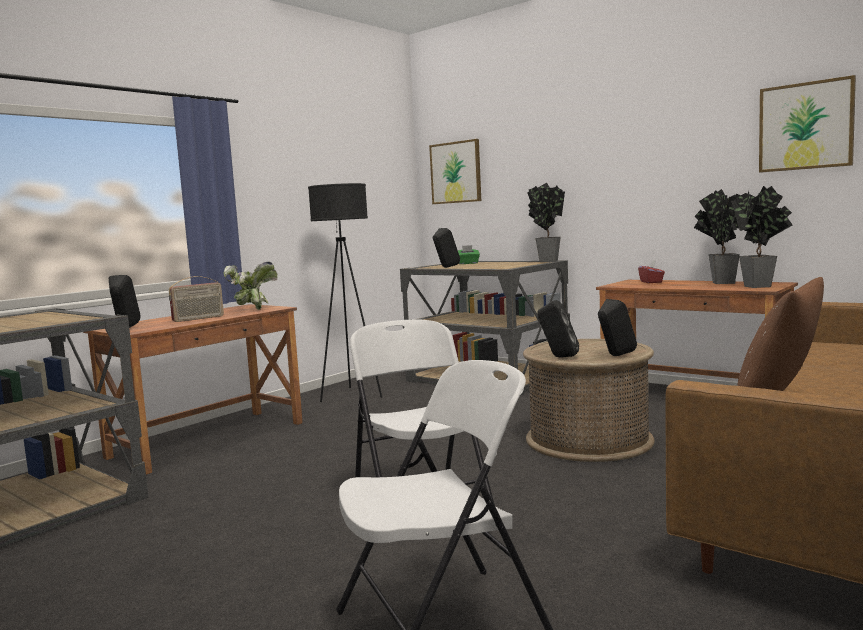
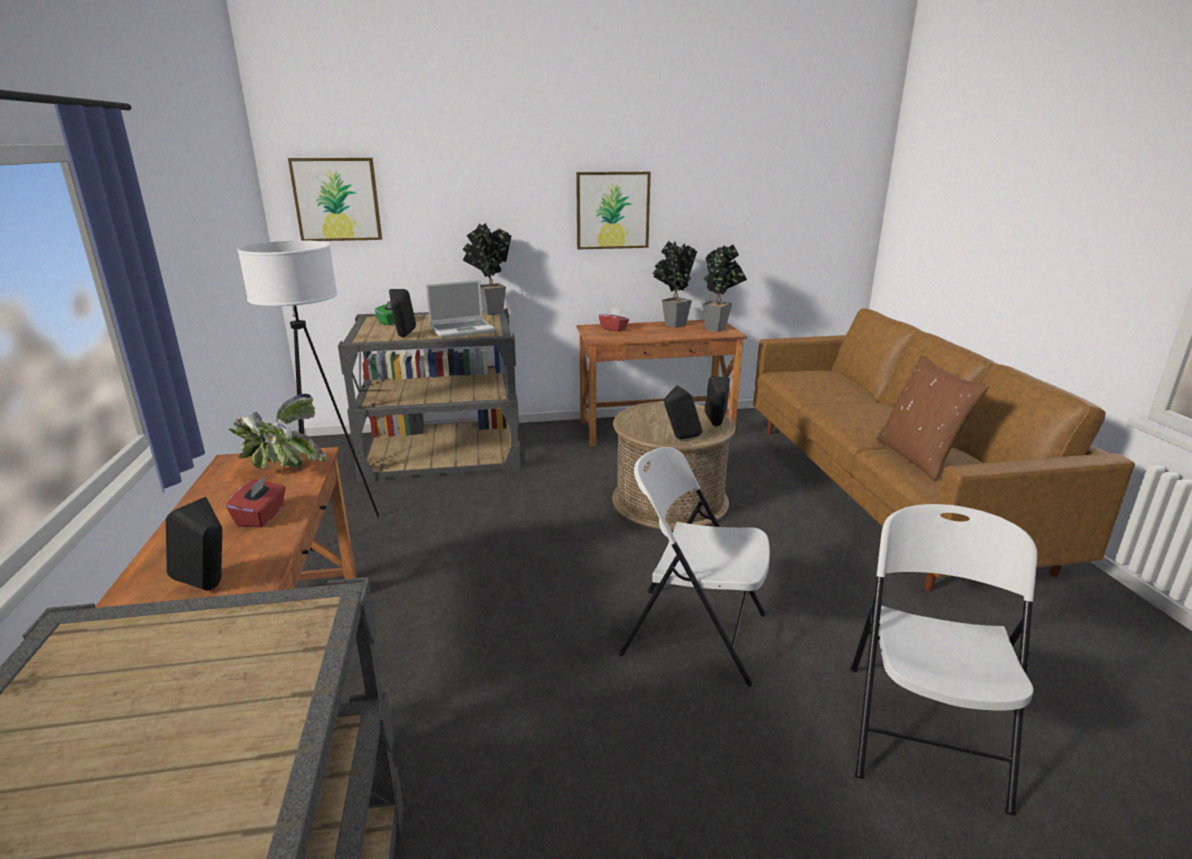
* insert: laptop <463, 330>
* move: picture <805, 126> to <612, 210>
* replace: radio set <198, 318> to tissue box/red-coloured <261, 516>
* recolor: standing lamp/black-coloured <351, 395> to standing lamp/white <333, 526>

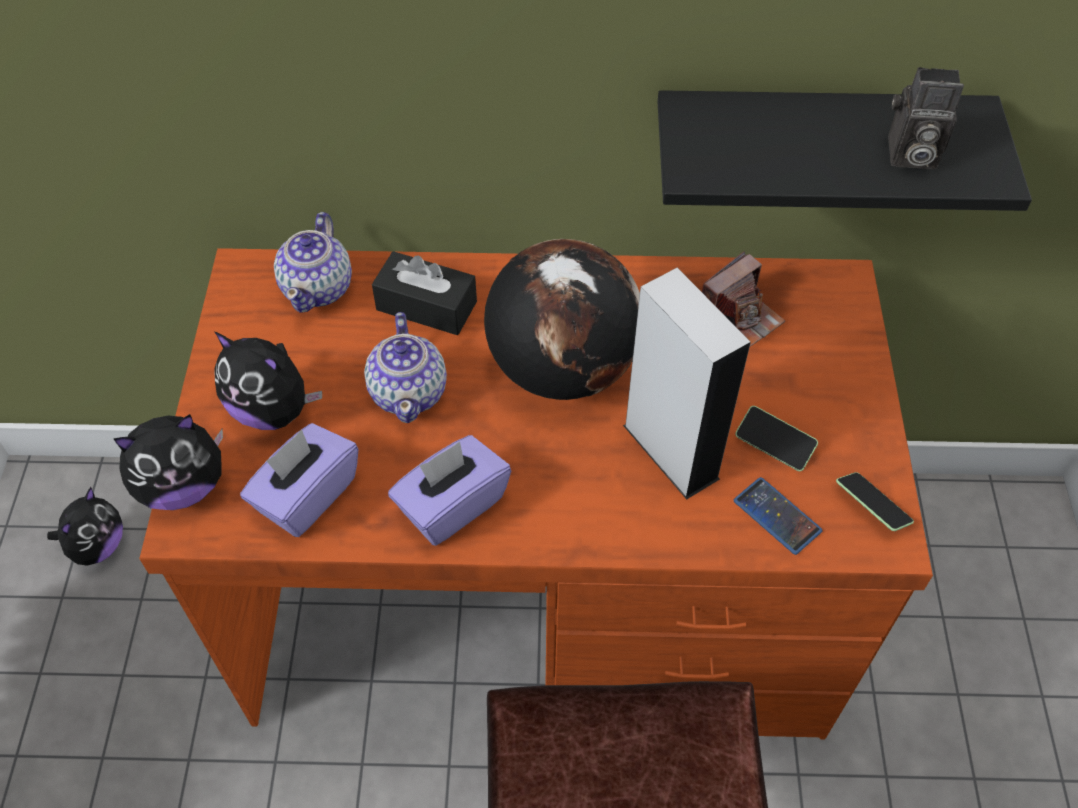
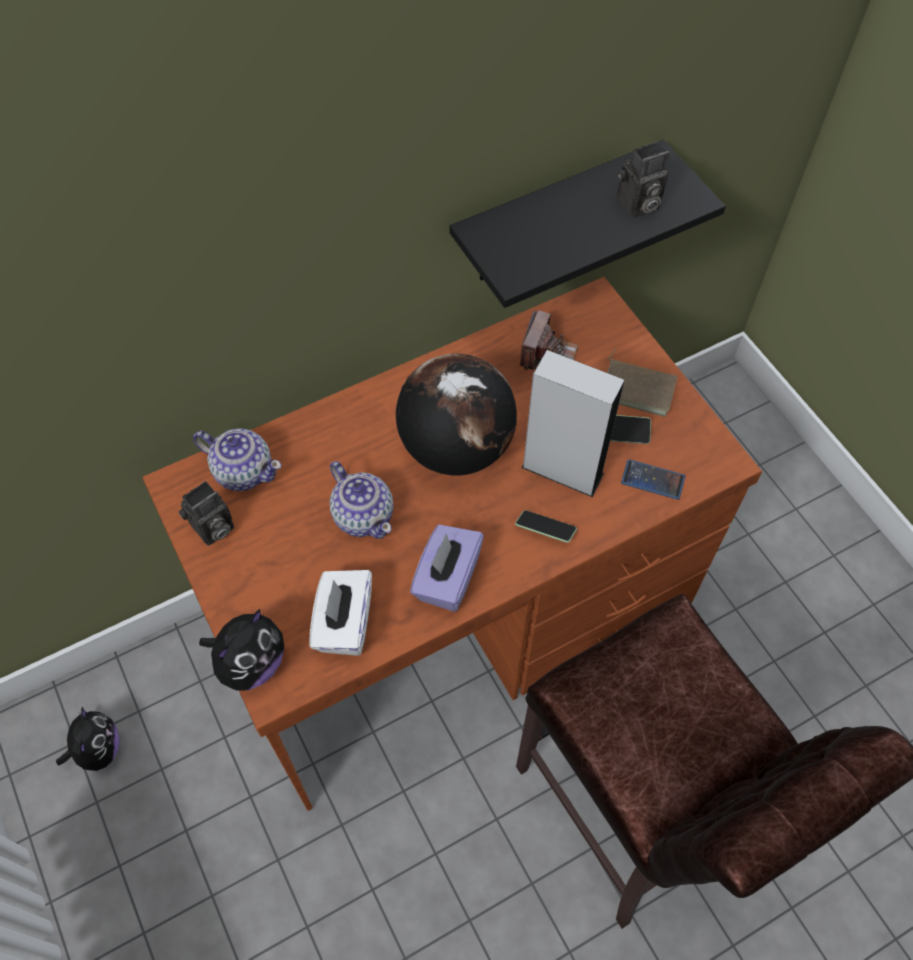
* delete: plush toy <273, 410>
* delete: tissue box/black-coloured <426, 306>
* insert: photo camera <212, 529>
* insert: volume/brown-coloured <638, 388>
* move: telephone <871, 507> to <545, 530>
* recolor: tissue box/purple <306, 495> to tissue box/white <344, 623>
* rotate: teapot <318, 288> = <243, 470> 45 degrees counterclockwise

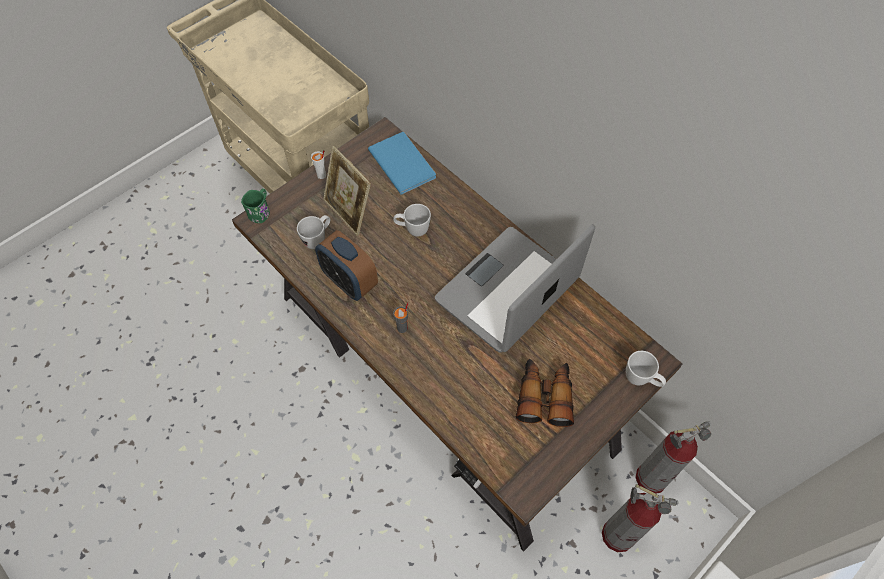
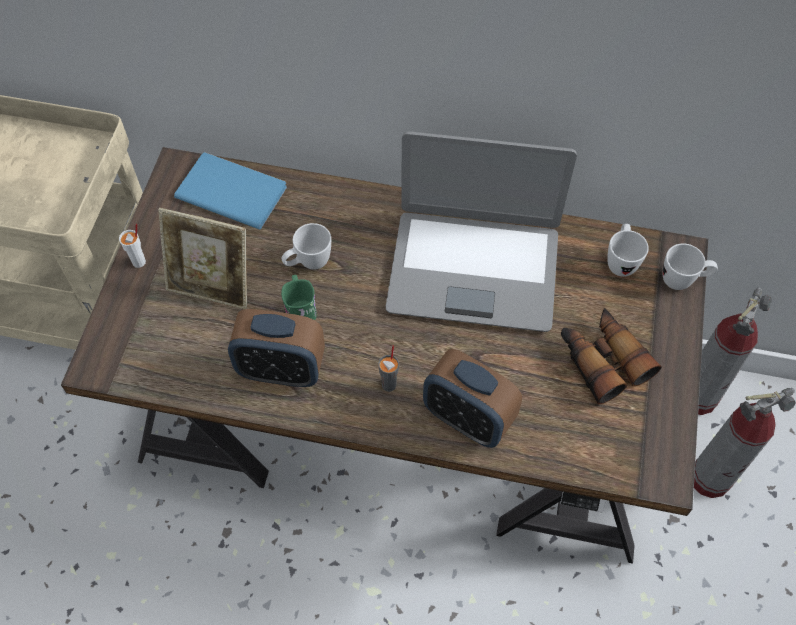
* insert: table clock <468, 418>
* move: mug/greenish <261, 211> to <300, 308>
* move: mug/white <318, 239> to <620, 261>
* rotate: laptop <508, 291> = <473, 269> 90 degrees counterclockwise

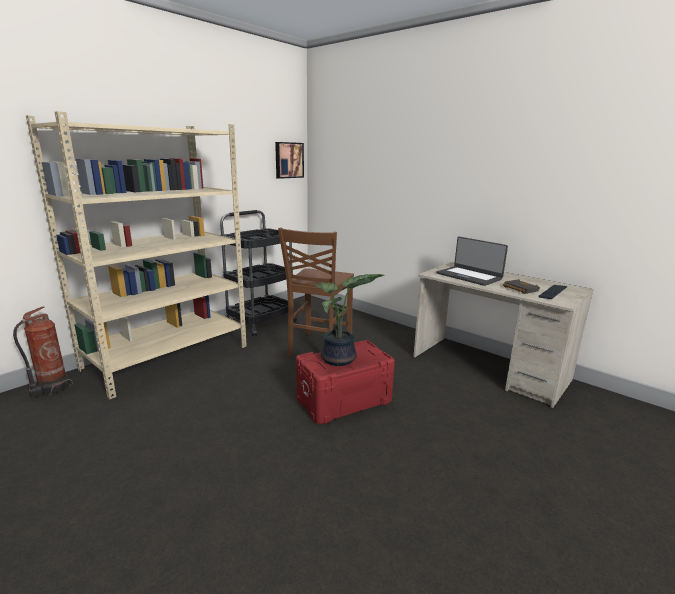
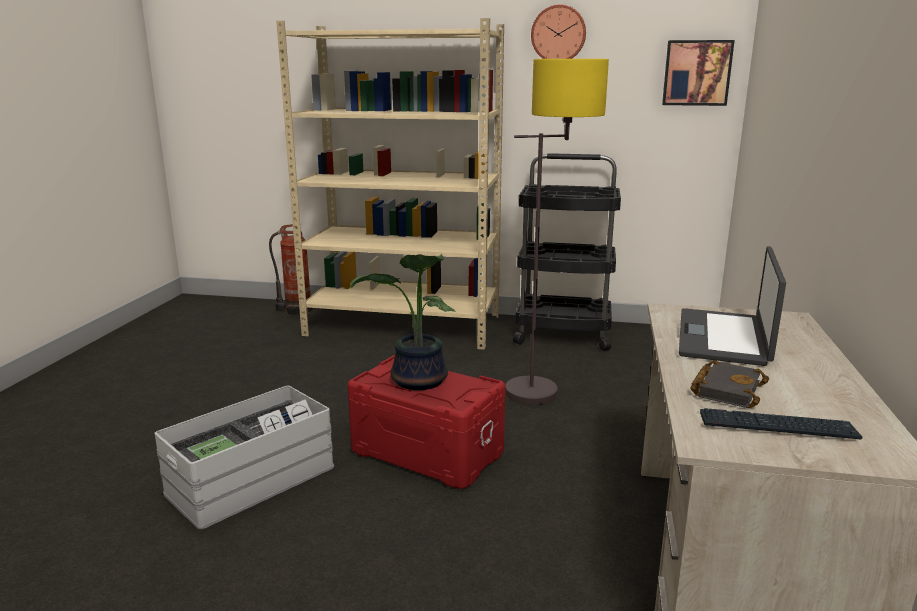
* insert: storage container/greyish <251, 478>
* insert: clock on the wall <558, 34>
* replace: upright chair/brown-coloured <318, 348> to standing lamp/yellow-coloured <546, 391>

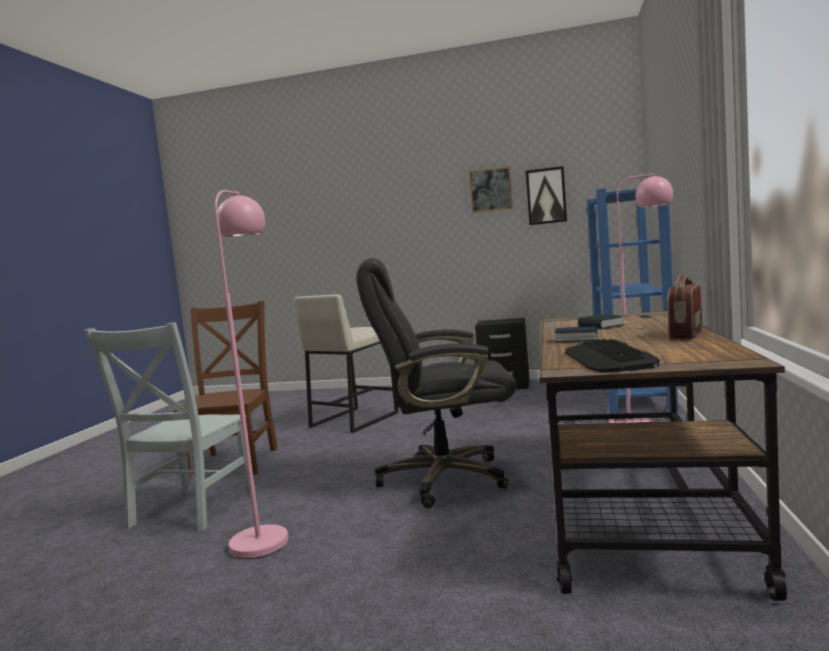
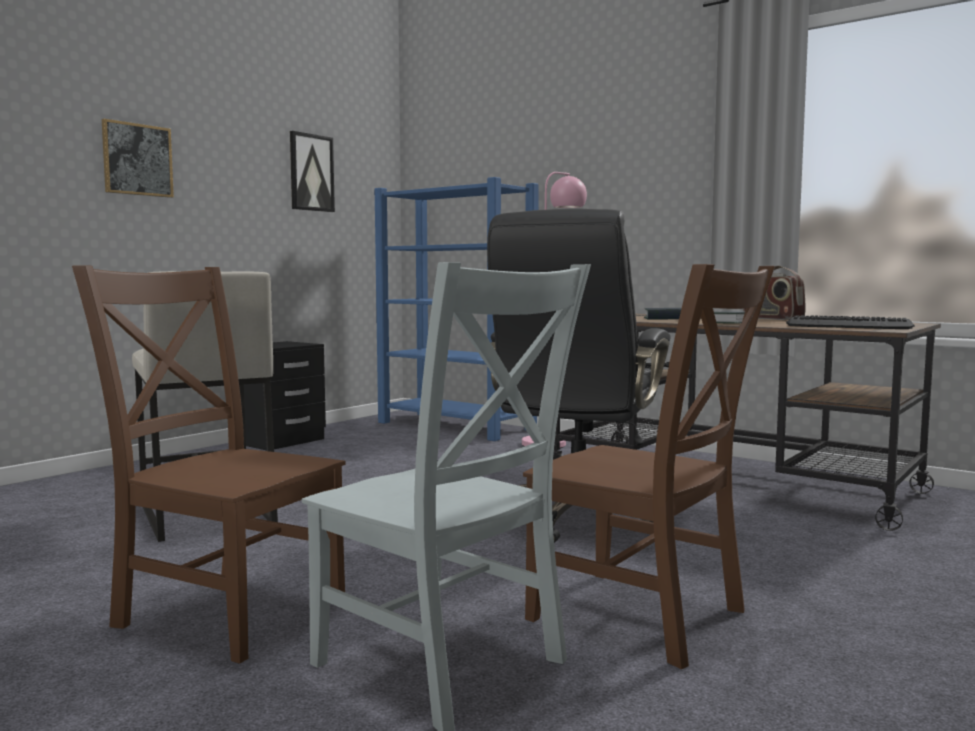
* move: picture <491, 190> to <137, 159>
* replace: standing lamp/pink <267, 536> to upright chair/brown-coloured <644, 618>

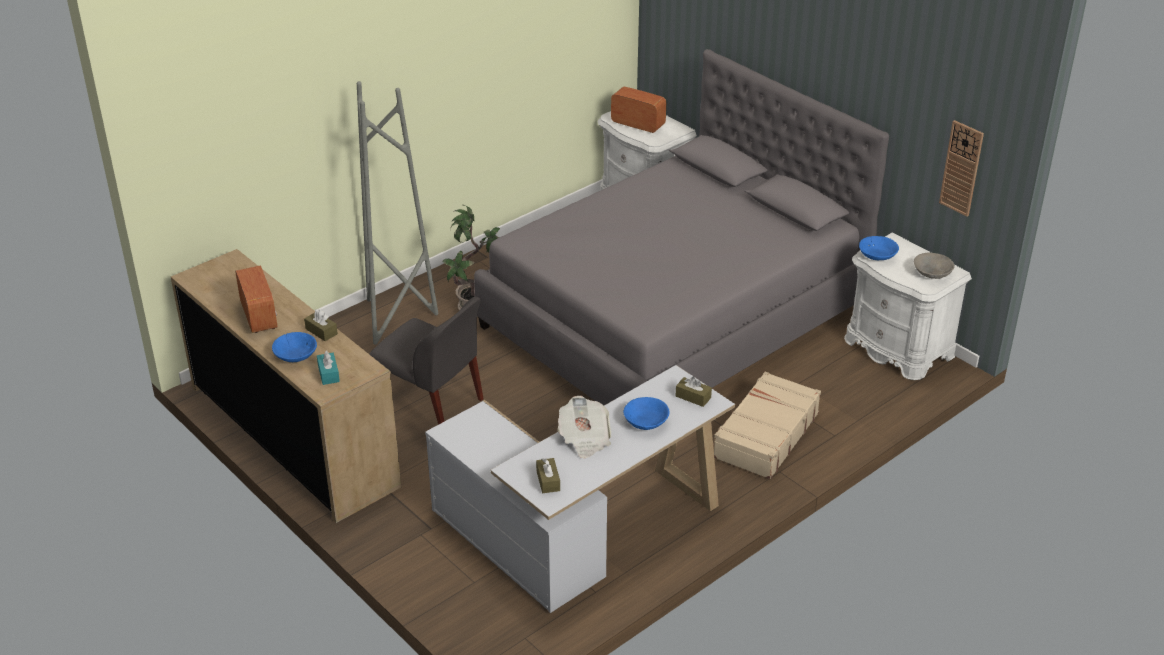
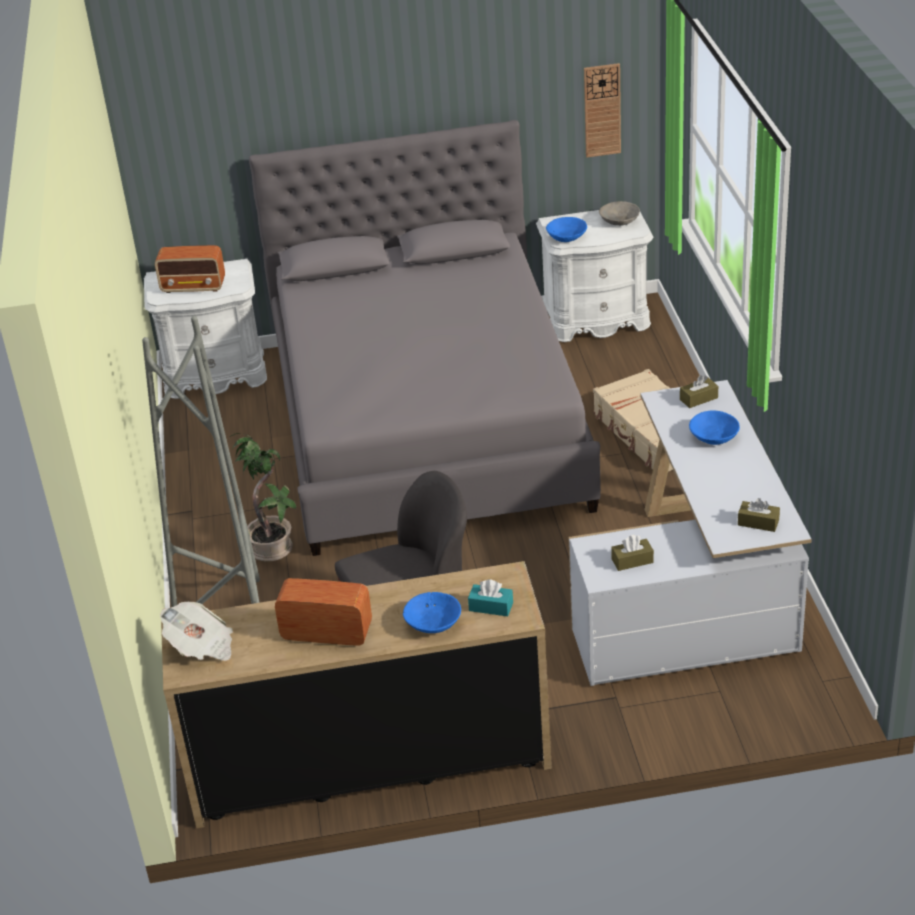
* move: tissue box/brown-coloured <321, 331> to <632, 561>
* move: daily paper <584, 439> to <201, 647>
* rotate: radio set <637, 124> = <194, 287> 150 degrees counterclockwise

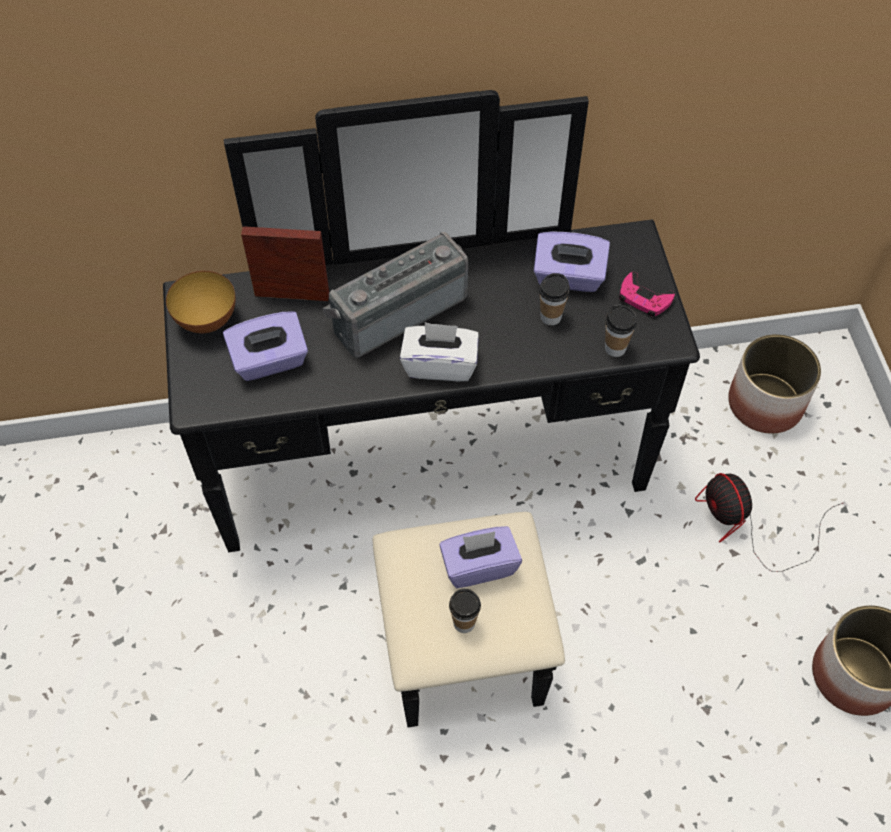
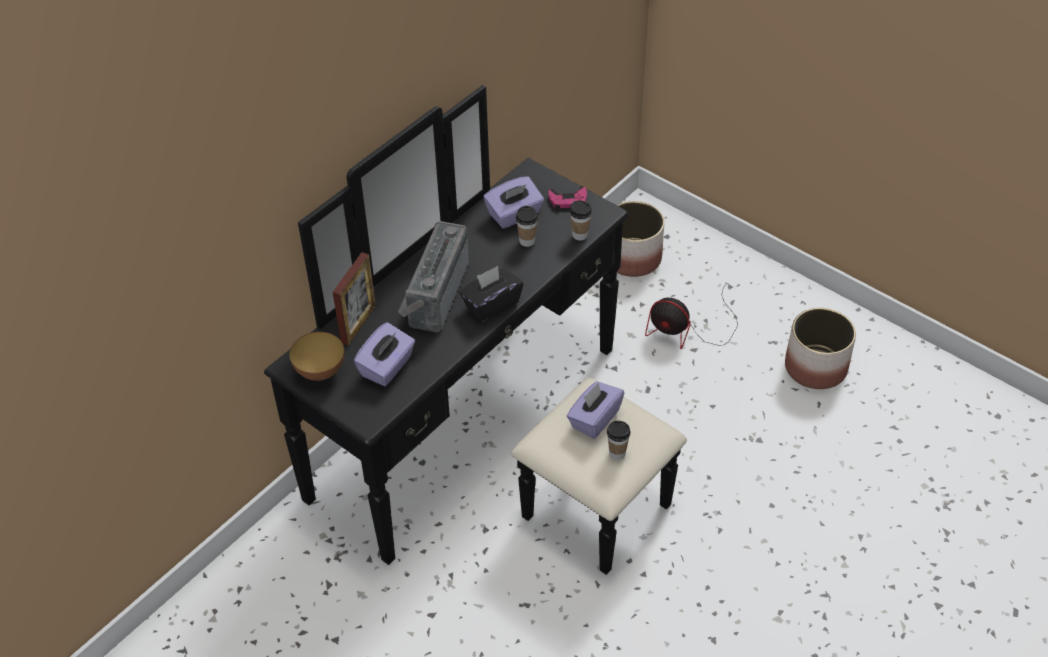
* recolor: tissue box/white <440, 364> to tissue box/black-coloured <491, 304>
* rotate: picture frame <292, 294> = <358, 324> 150 degrees clockwise

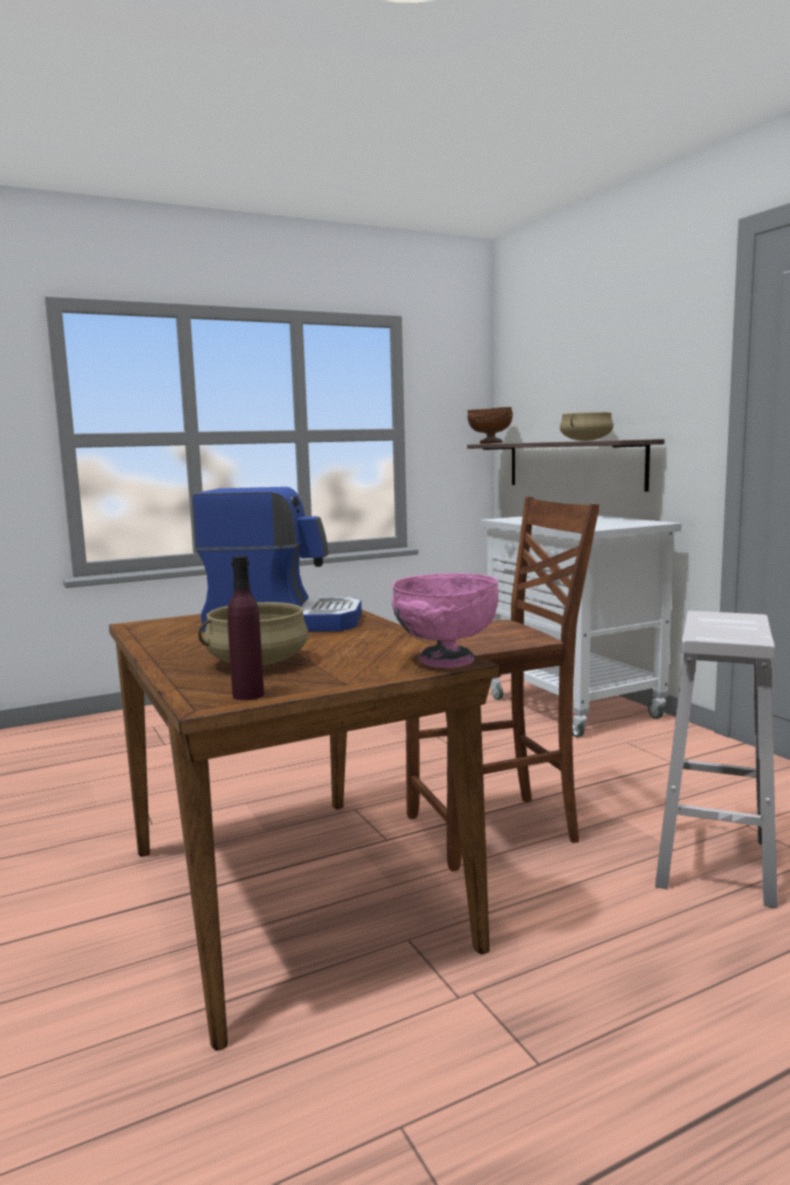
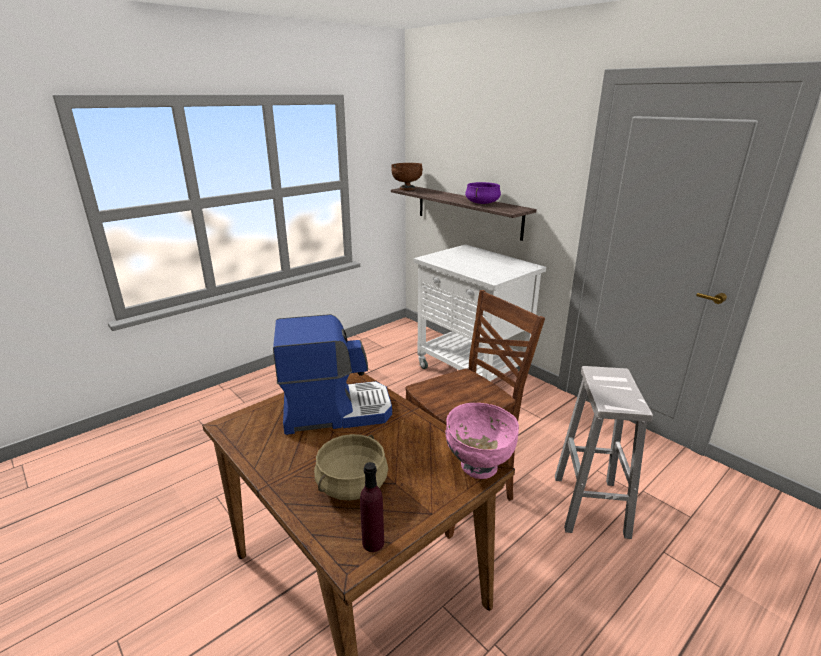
* recolor: stockpot/beige <585, 440> to stockpot/purple <482, 203>

